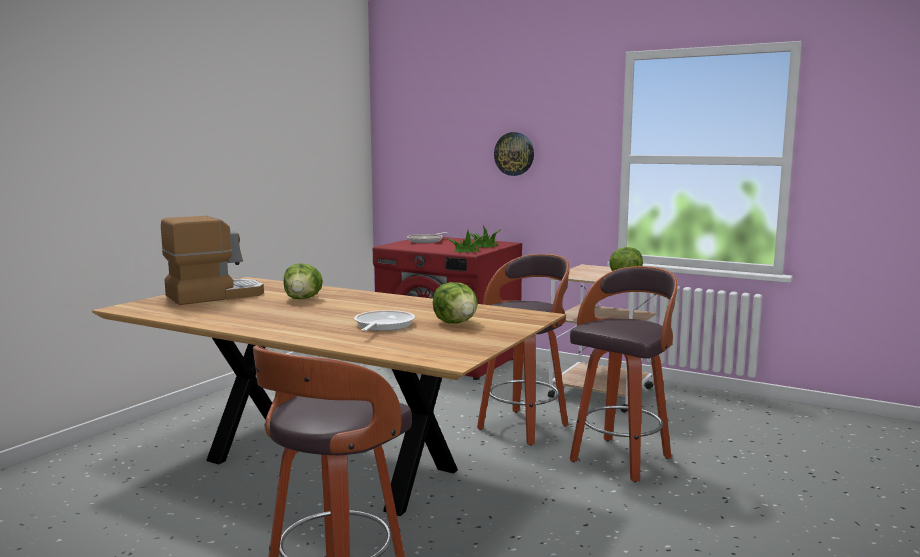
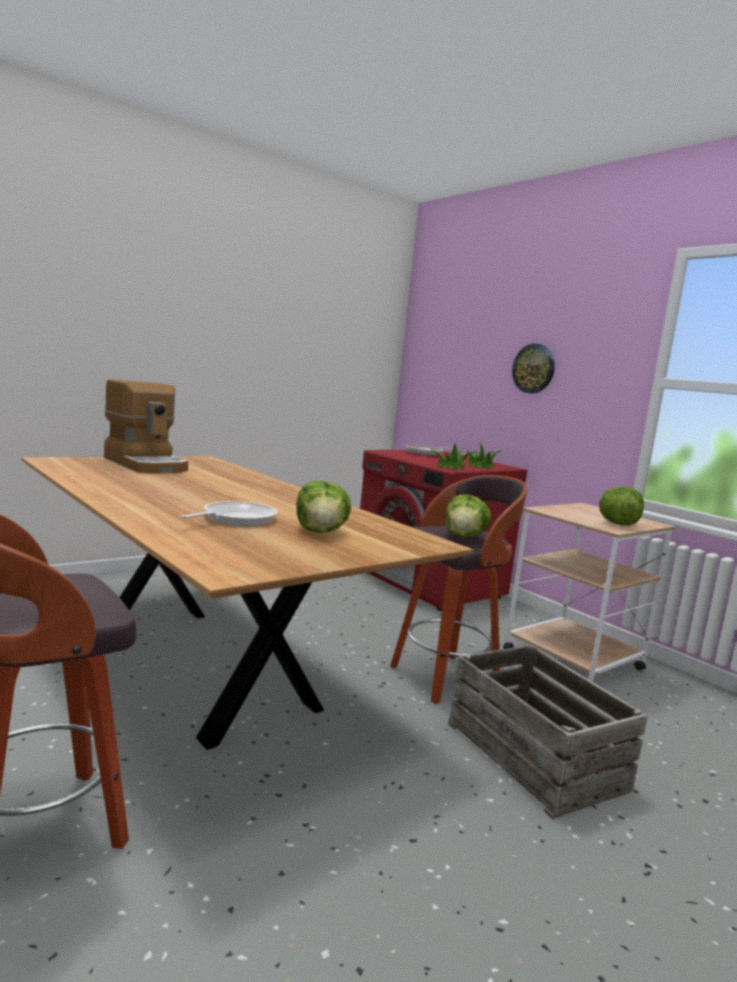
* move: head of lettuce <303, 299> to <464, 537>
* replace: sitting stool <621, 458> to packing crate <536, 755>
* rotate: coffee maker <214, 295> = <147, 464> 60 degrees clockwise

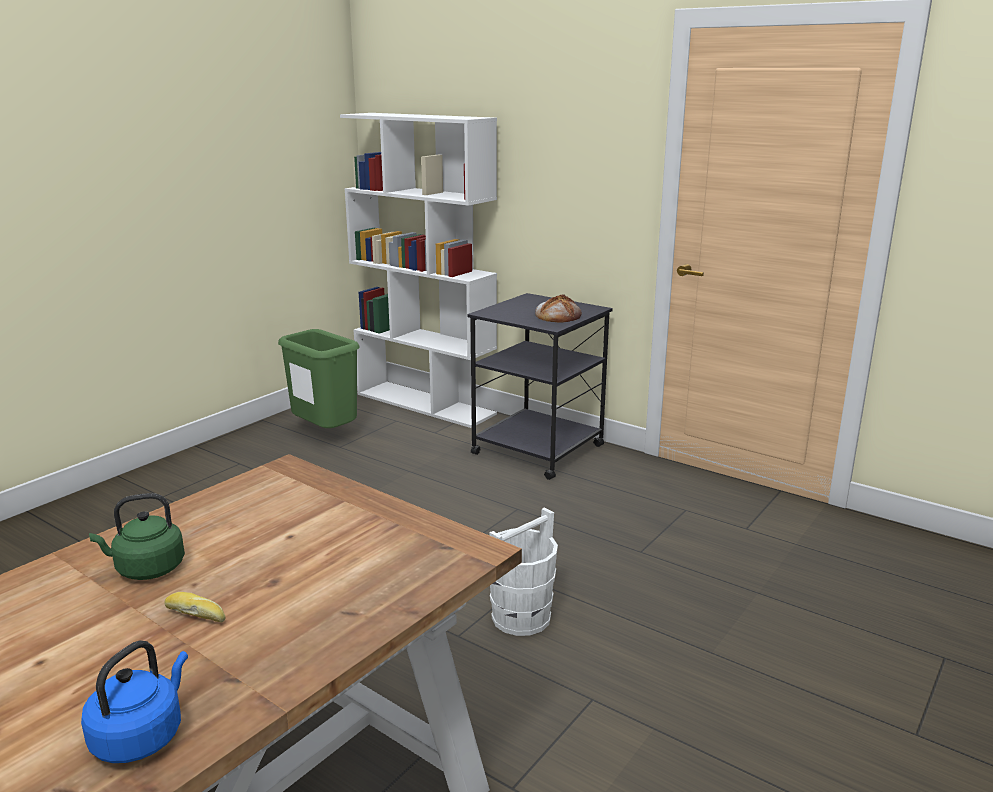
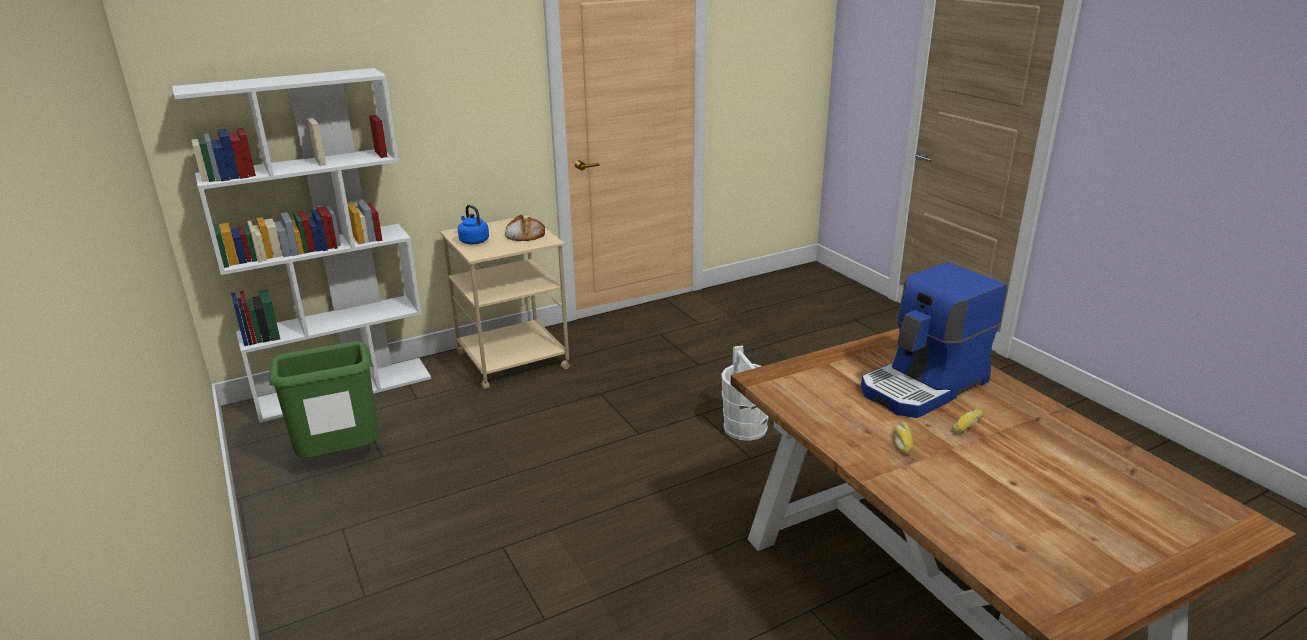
* insert: coffee maker <924, 386>
* move: tea kettle/blue <141, 736> to <473, 241>
* replace: tea kettle/greenish <146, 569> to baked bread <902, 441>
* recolor: cart/black-coloured <539, 451> to cart/beige <514, 360>

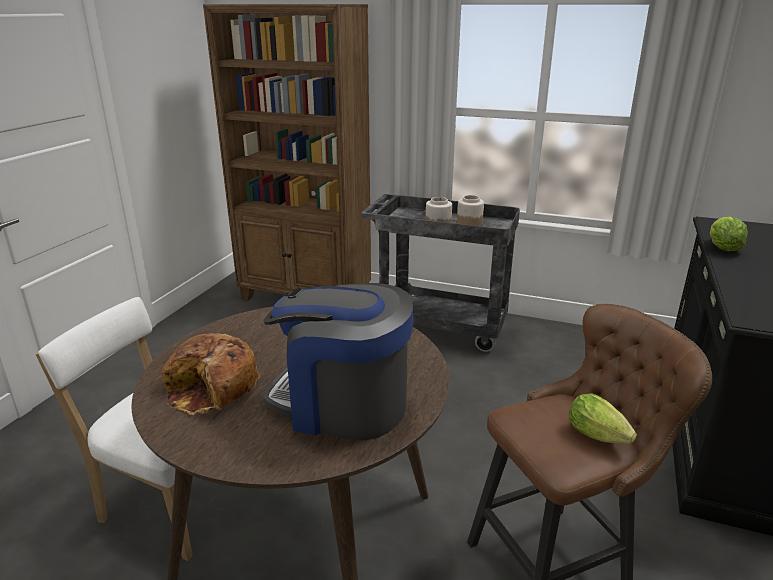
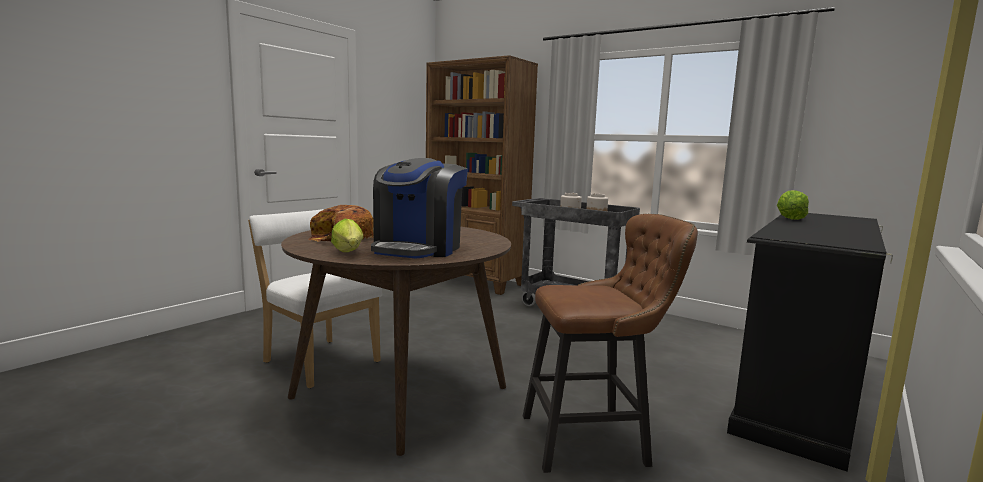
* move: head of lettuce <600, 437> to <349, 253>
* rotate: coffee maker <341, 404> = <418, 249> 105 degrees counterclockwise

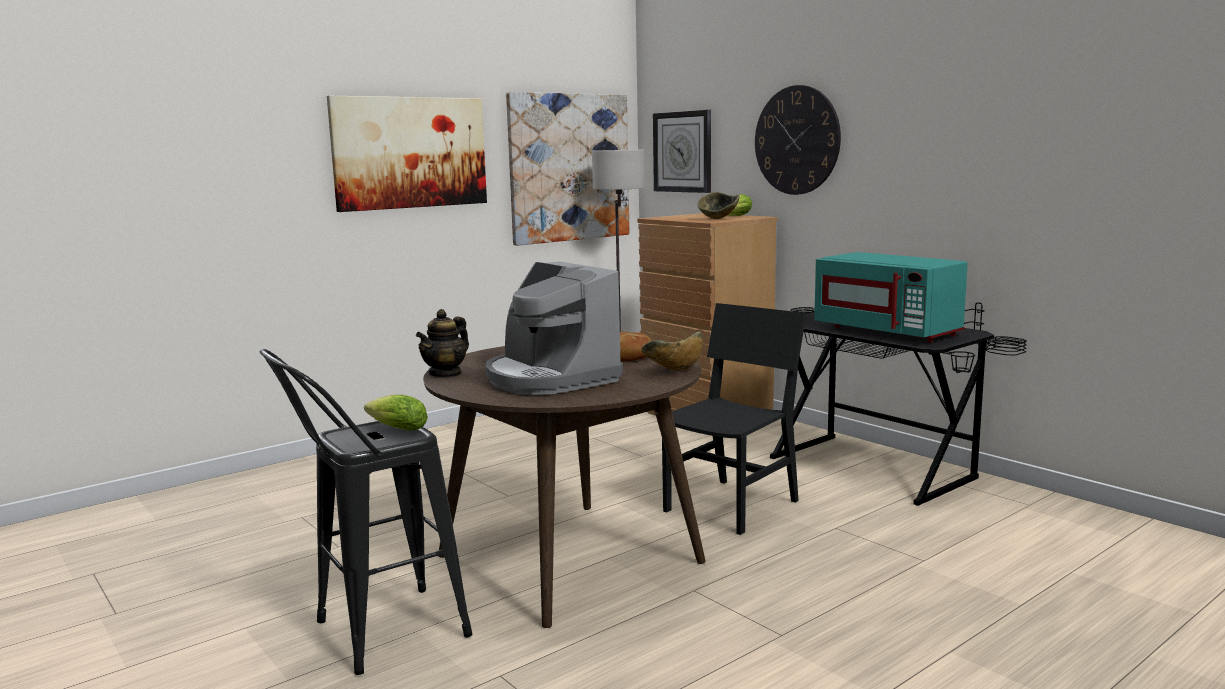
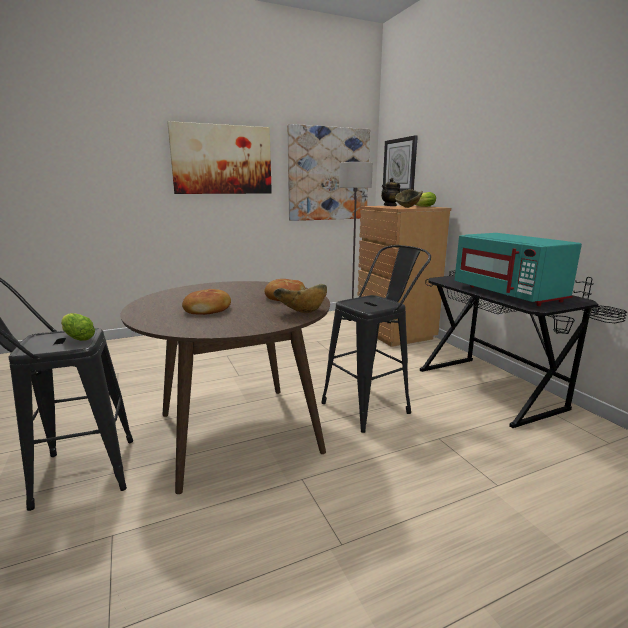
* delete: clock on the wall <797, 140>
* move: teapot <446, 374> to <390, 205>
* replace: coffee maker <549, 378> to baked bread <208, 309>
* replace: upright chair/black-coloured <731, 506> to sitting stool/black-coloured <372, 405>

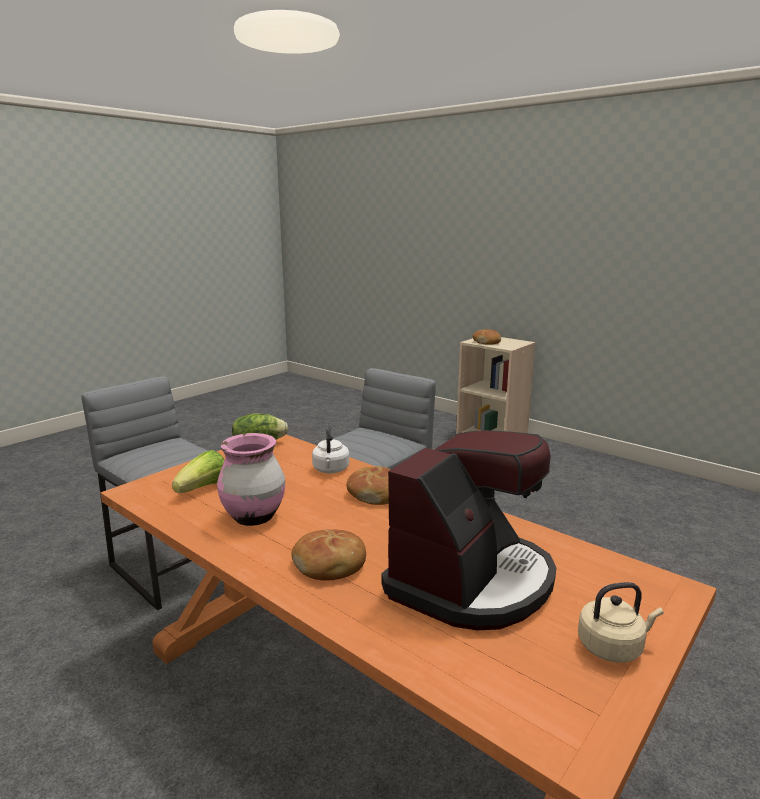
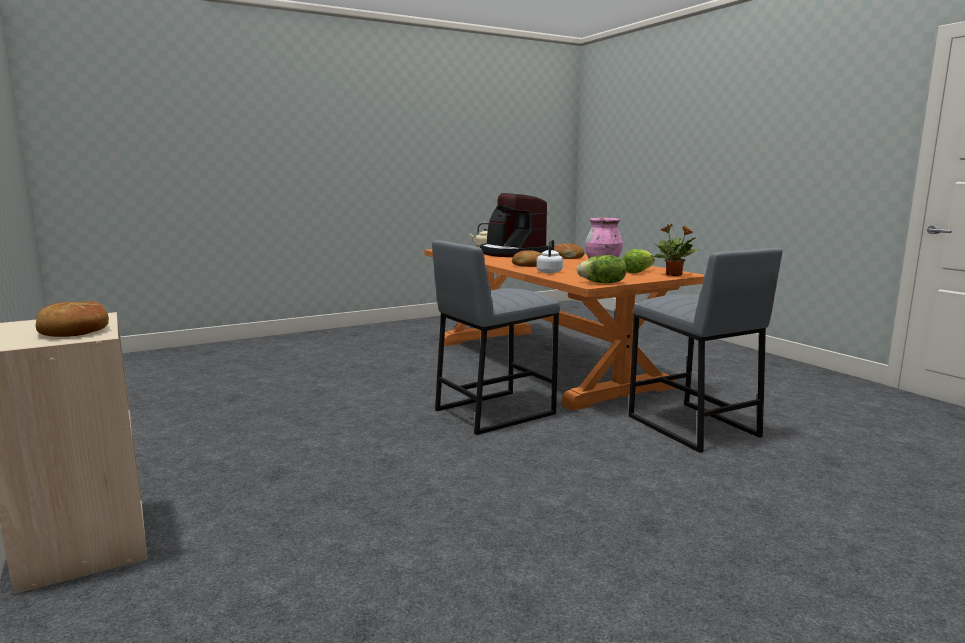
* insert: houseplant <674, 275>
* rotate: coffee maker <471, 580> = <511, 253> 90 degrees counterclockwise

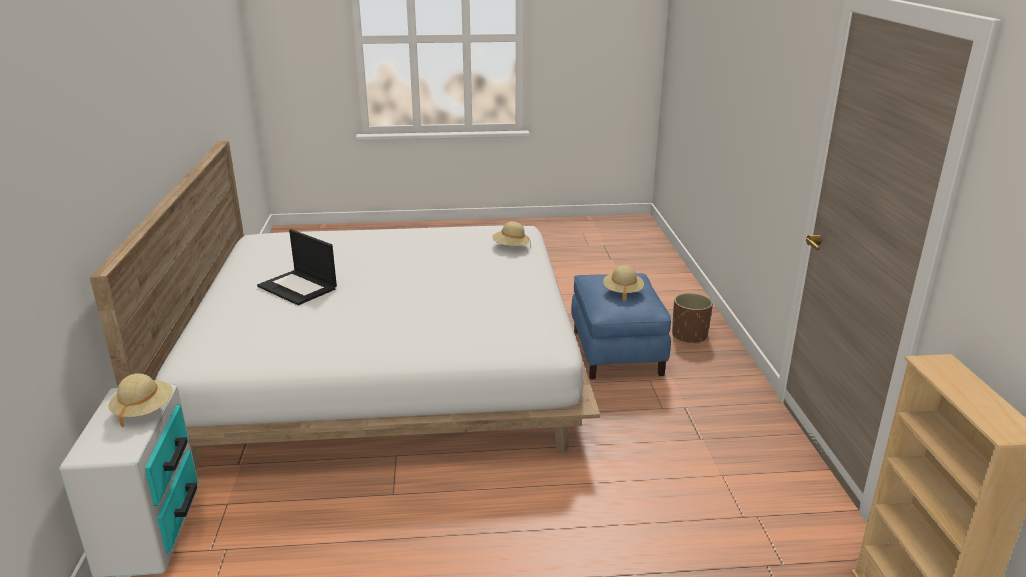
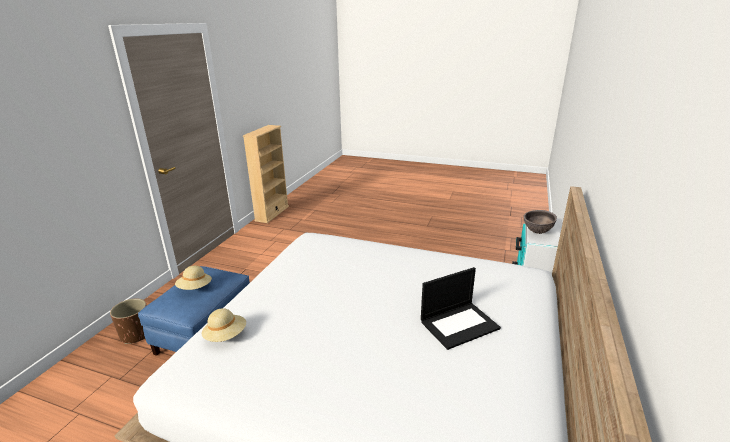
* replace: hat/beige <144, 410> to bowl/brown-coloured <537, 232>
* rotate: laptop <298, 287> = <459, 324> 90 degrees clockwise

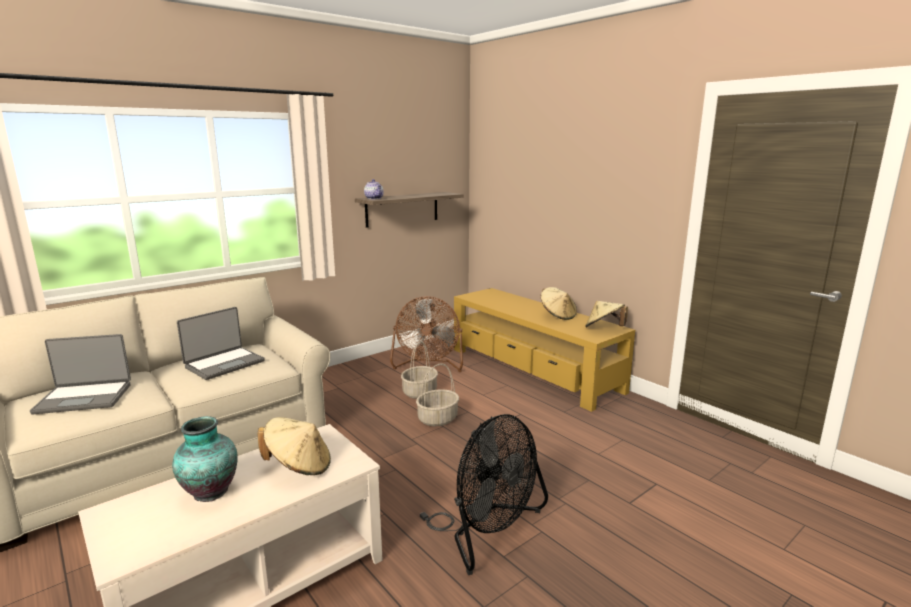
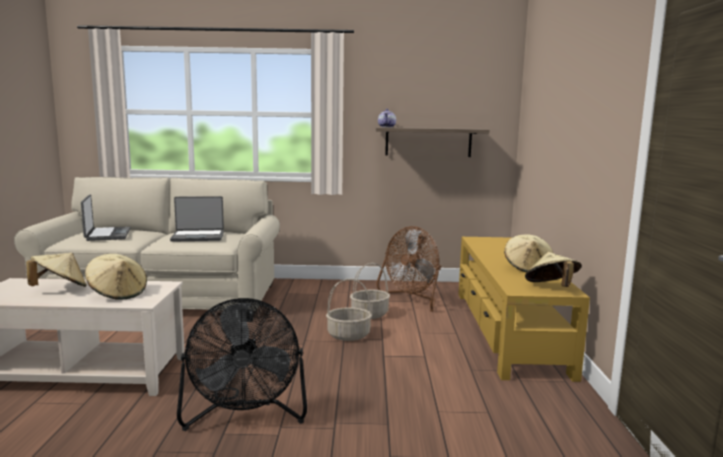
* replace: flower vase <209, 492> to hat/beige <60, 289>
* rotate: laptop <85, 398> = <107, 235> 135 degrees counterclockwise

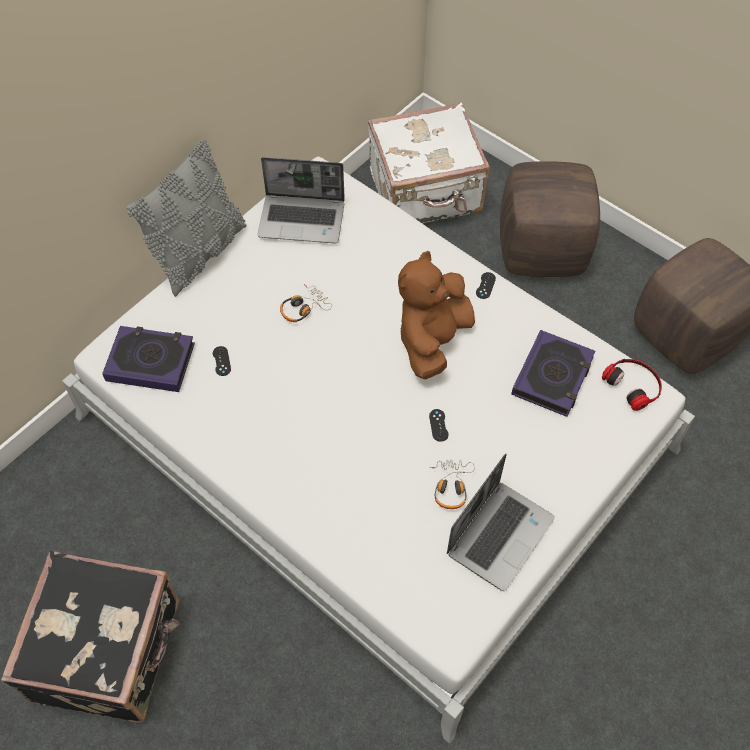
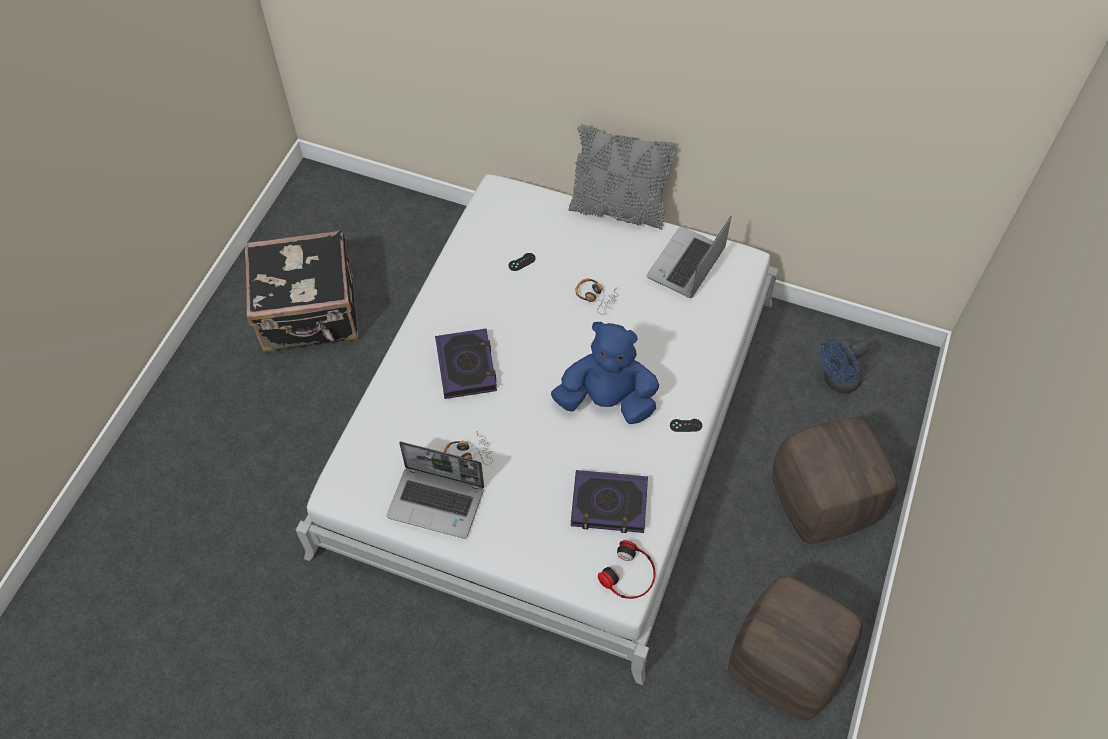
* delete: gamepad/black-coloured <438, 425>
* move: volume <150, 362> to <466, 366>
* replace: travel case/white <426, 193> to fan/blue <837, 381>
* recolor: plush toy/brown-coloured <432, 340> to plush toy/blue <606, 400>
* rotate: laptop <303, 219> = <686, 265> 45 degrees clockwise

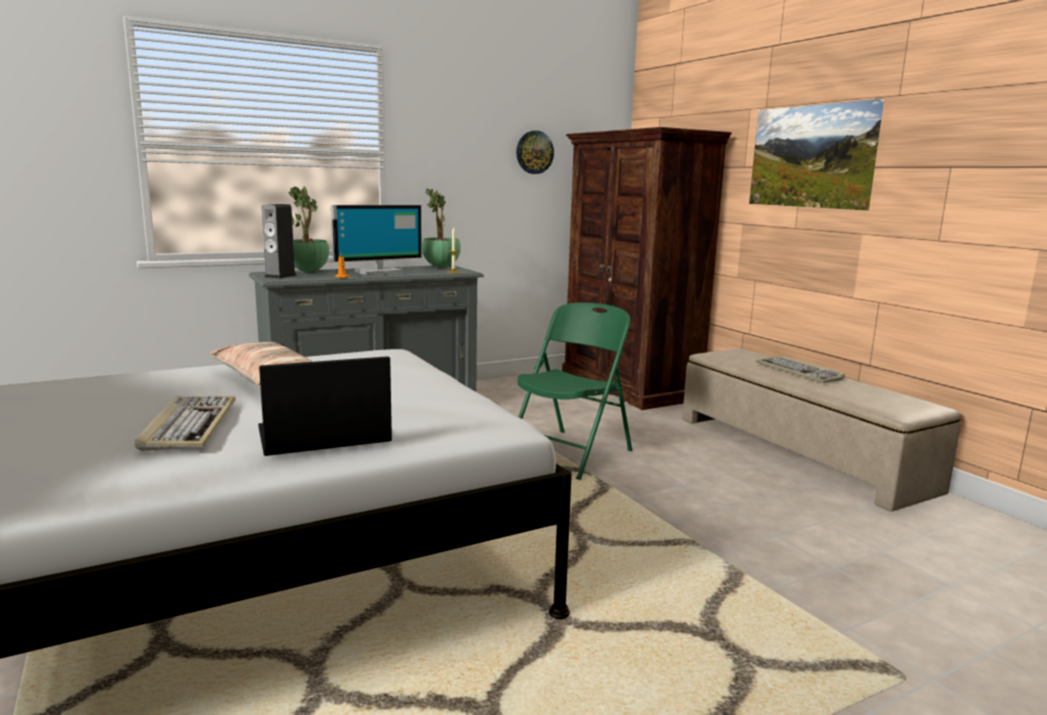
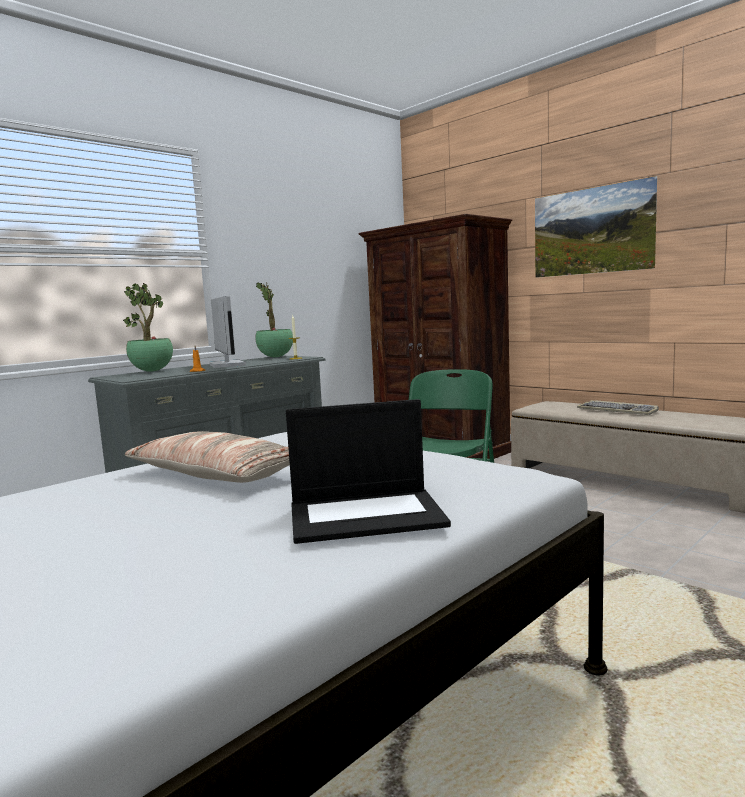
* delete: PC keyboard <189, 426>
* delete: speaker <280, 276>
* delete: clock on the wall <534, 152>
* rotate: laptop <323, 436> = <367, 515> 150 degrees counterclockwise
* rotate: monitor <378, 272> = <225, 365> 60 degrees counterclockwise

